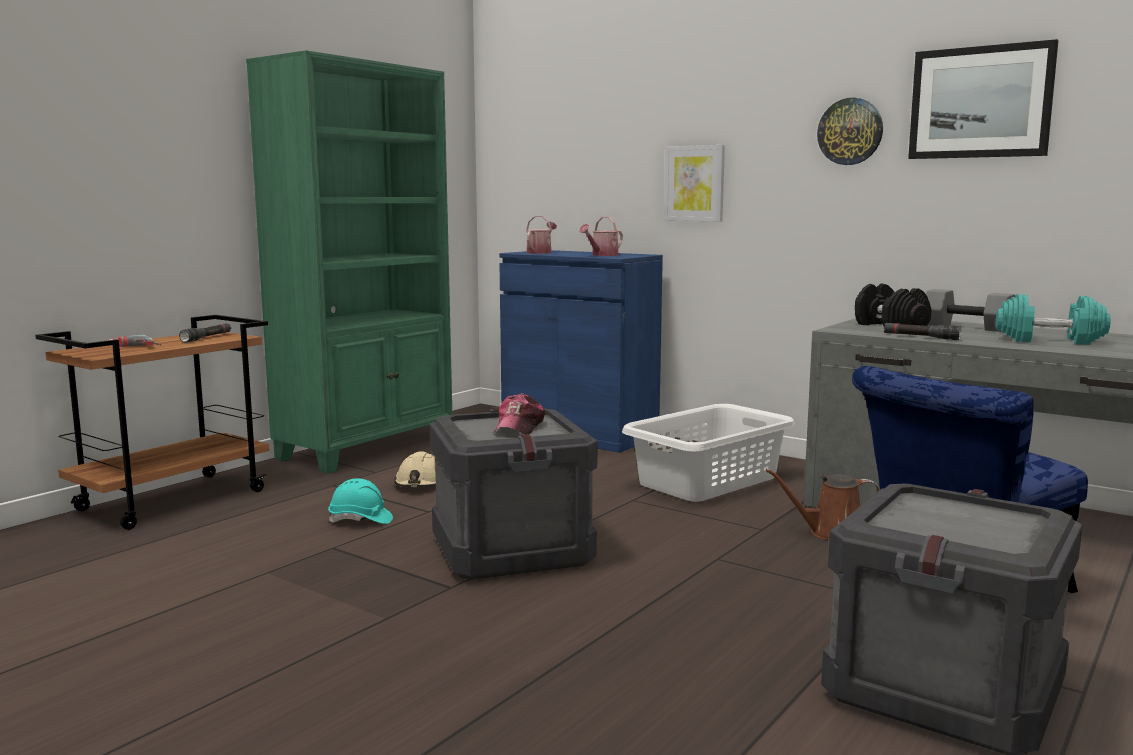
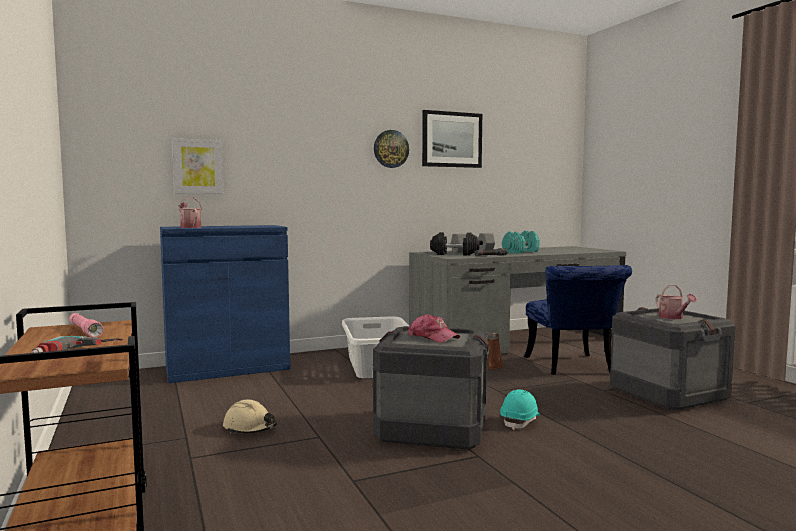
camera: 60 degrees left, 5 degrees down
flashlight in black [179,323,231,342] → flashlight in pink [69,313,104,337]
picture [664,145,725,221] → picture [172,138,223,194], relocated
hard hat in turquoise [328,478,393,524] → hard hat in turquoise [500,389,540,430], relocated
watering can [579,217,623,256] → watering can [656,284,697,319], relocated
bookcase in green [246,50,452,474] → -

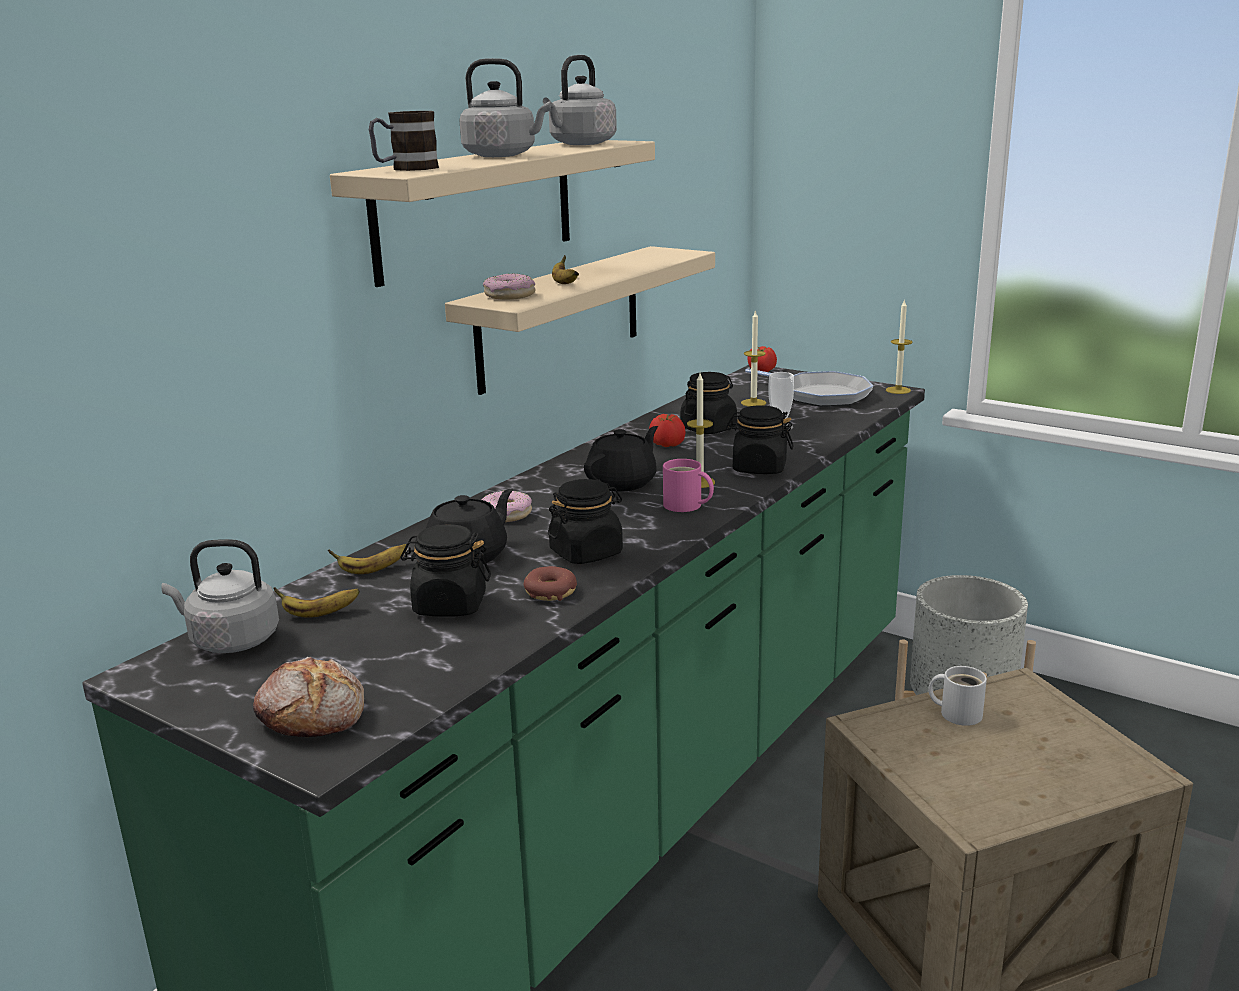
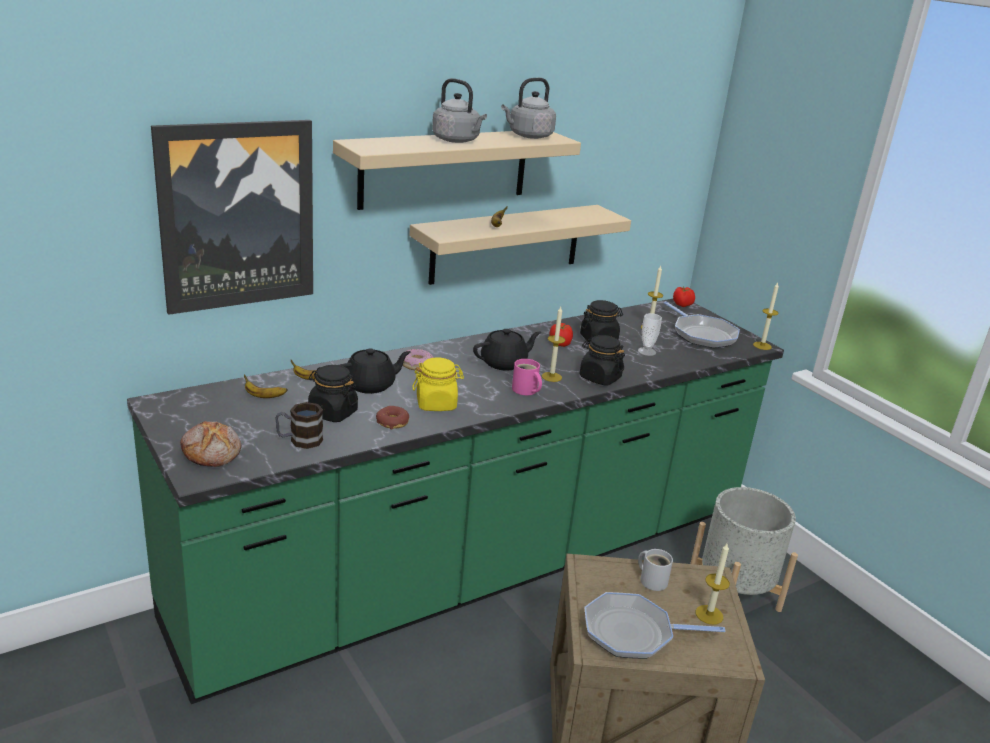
camera: 20 degrees right, 5 degrees up
- → picture [151,120,313,315]
mug [369,111,439,171] → mug [275,402,323,449], relocated
jar in black [548,479,623,564] → jar in yellow [412,358,464,411]
- → frying pan [584,592,725,659]
- → candle [696,543,730,625]
kettle in grey [161,539,279,653] → -
donut [483,273,536,300] → -

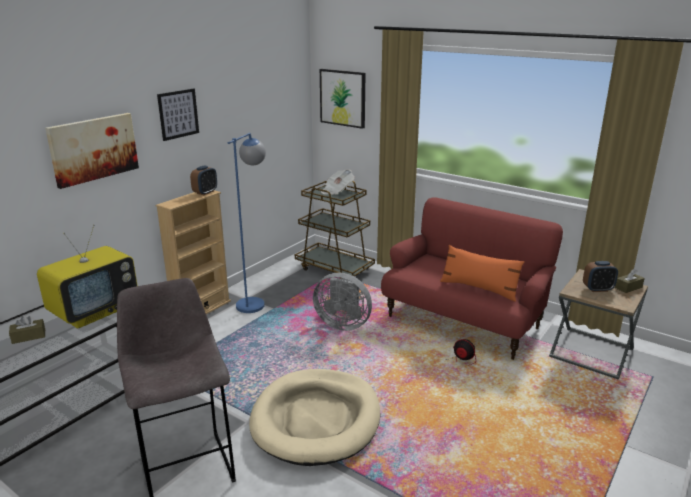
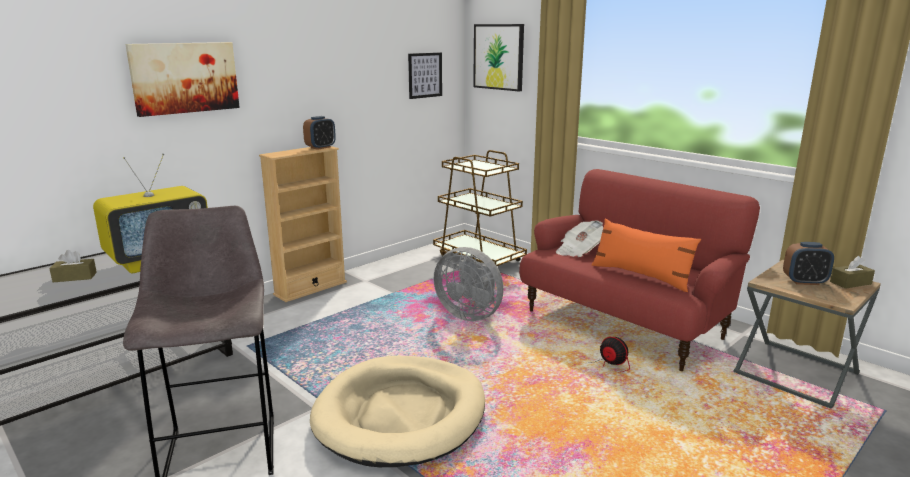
camera: 10 degrees right, 5 degrees down
picture [157,89,199,141] → picture [408,52,442,99], relocated
newspaper [321,169,355,195] → newspaper [556,220,604,257], relocated
floor lamp in blue [228,133,266,313] → -

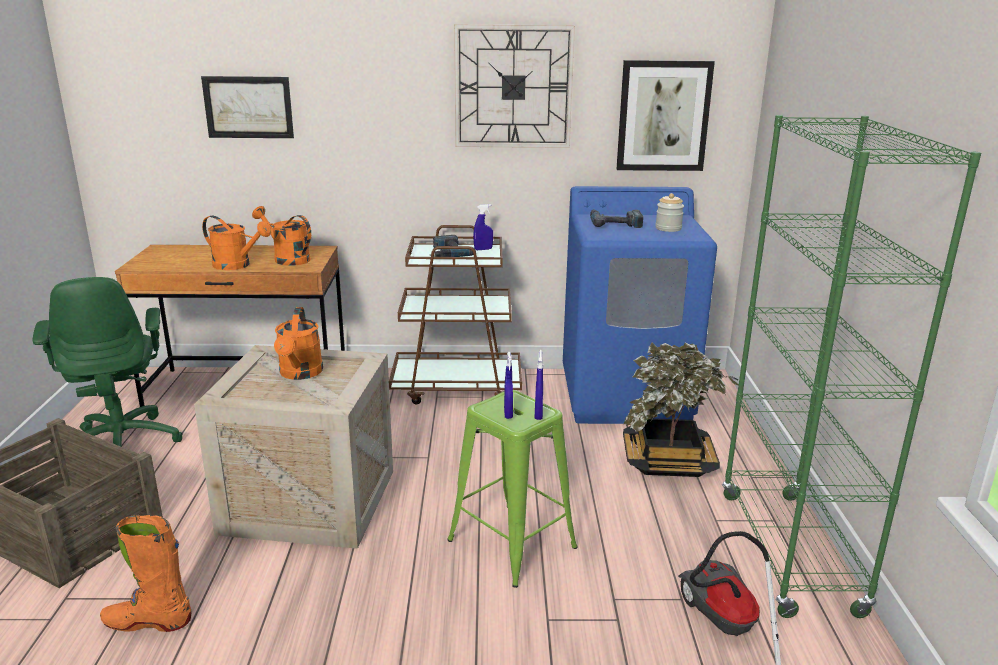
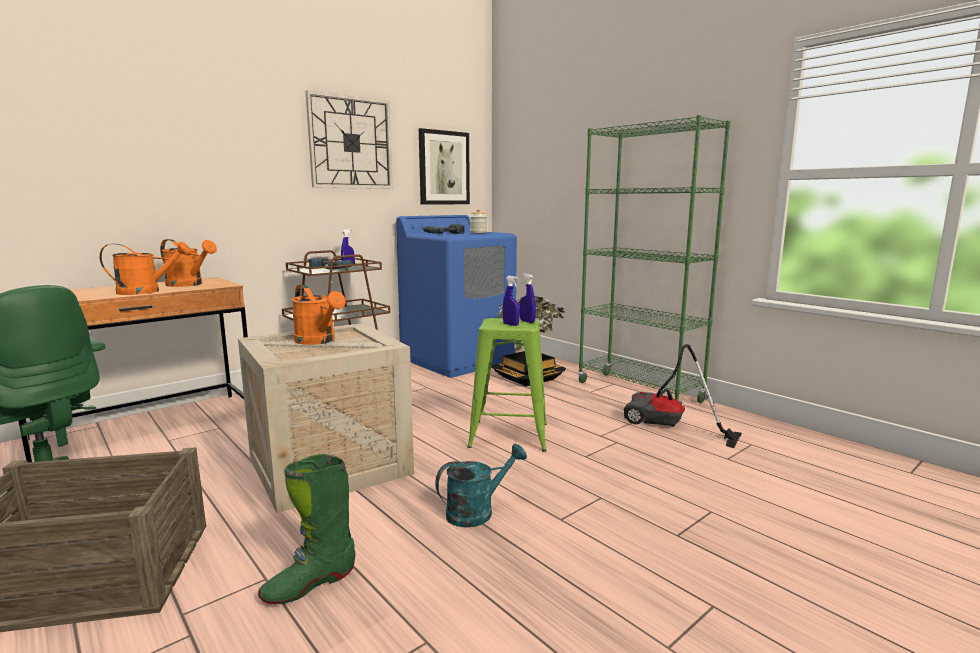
camera: 40 degrees left, 10 degrees down
watering can in orange [252,206,311,266] → watering can in orange [160,239,217,287], 150 degrees counterclockwise
boot in orange [100,515,192,632] → boot in green [258,454,356,604]
- → watering can in turquoise [435,444,527,528]
picture [201,76,294,138] → -

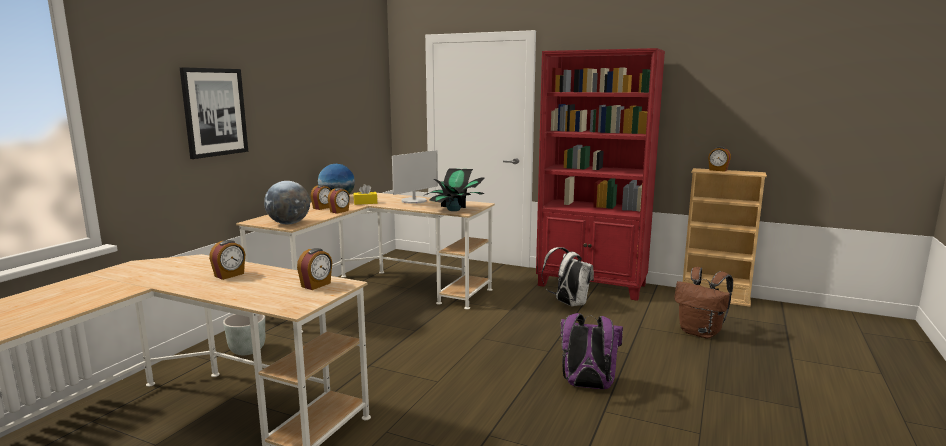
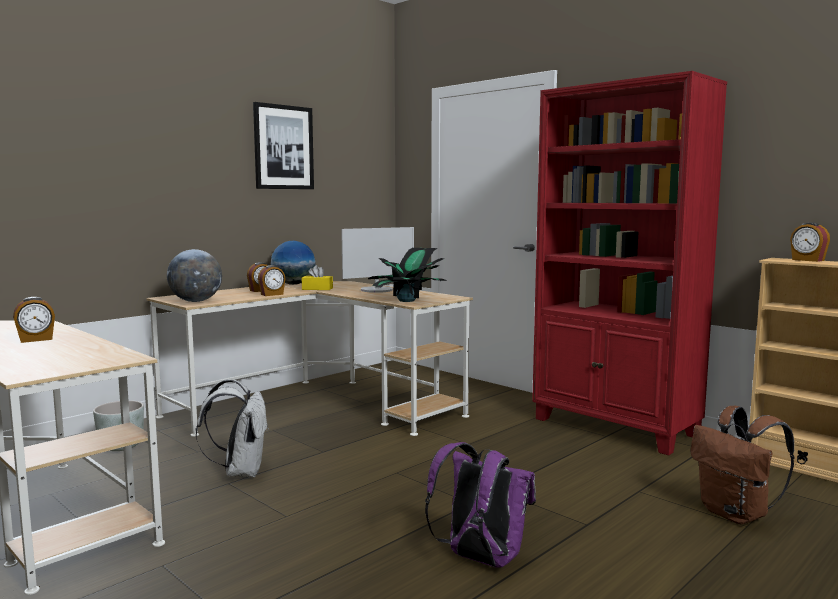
camera: 20 degrees right, 5 degrees down
backpack in white [541,247,594,306] → backpack in white [196,379,269,477], relocated
picture [180,67,248,159] → picture [253,102,314,189], relocated
alarm clock [297,248,332,290] → -

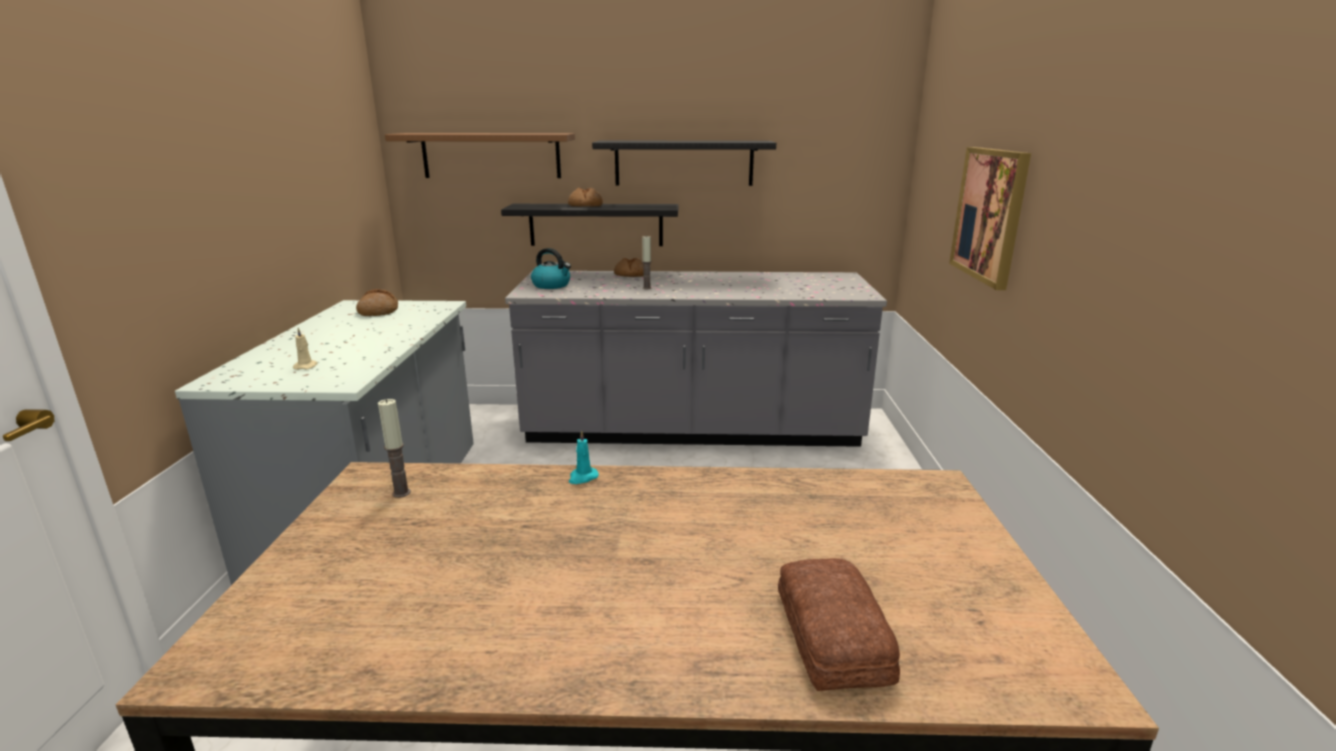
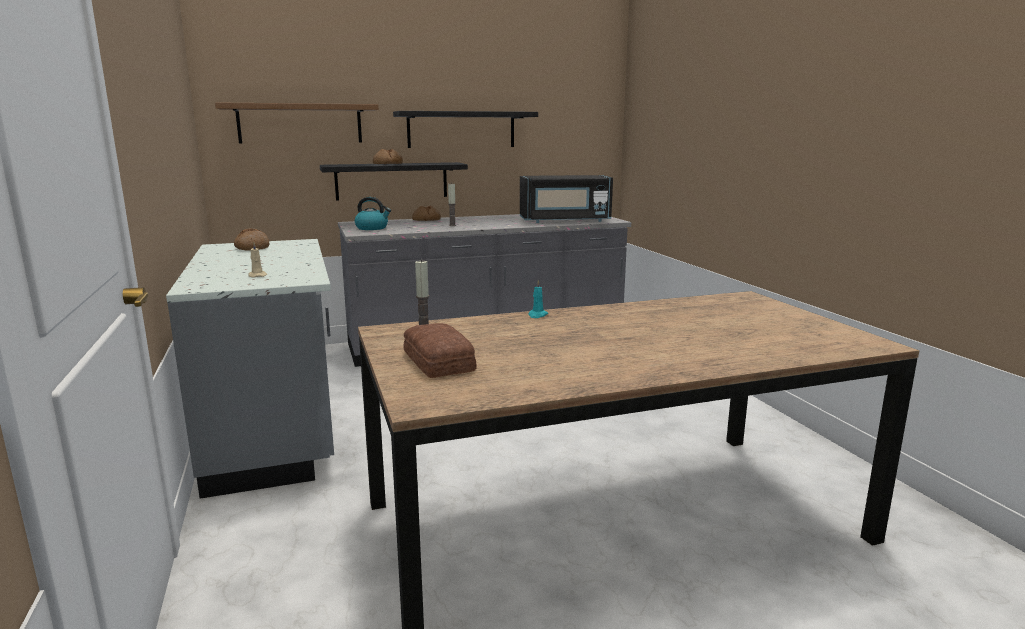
camera: 20 degrees left, 5 degrees down
bread [778,558,900,691] → bread [403,323,476,378], relocated
- → microwave in black [520,175,613,223]
picture [949,147,1031,290] → -

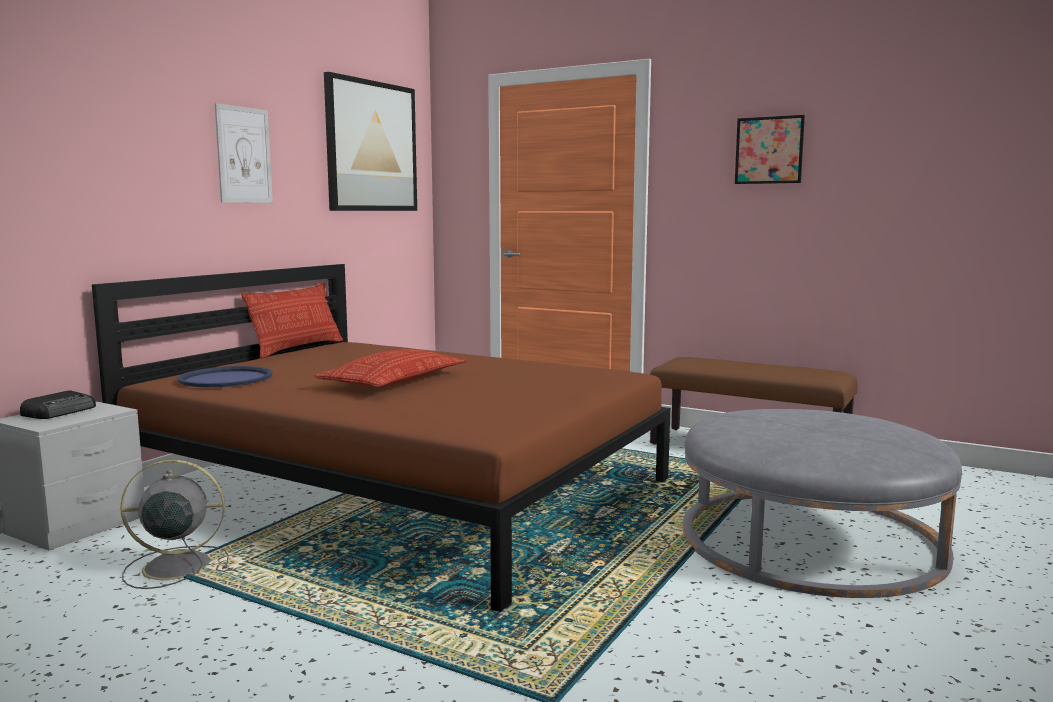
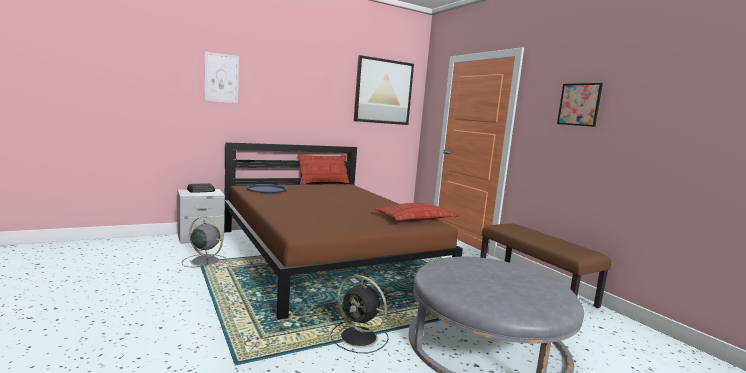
camera: 30 degrees right, 0 degrees up
picture [215,103,273,203] → picture [204,52,239,103], relocated
- → fan in black [330,275,389,353]
pillow [314,349,467,387] → pillow [375,203,459,221], relocated

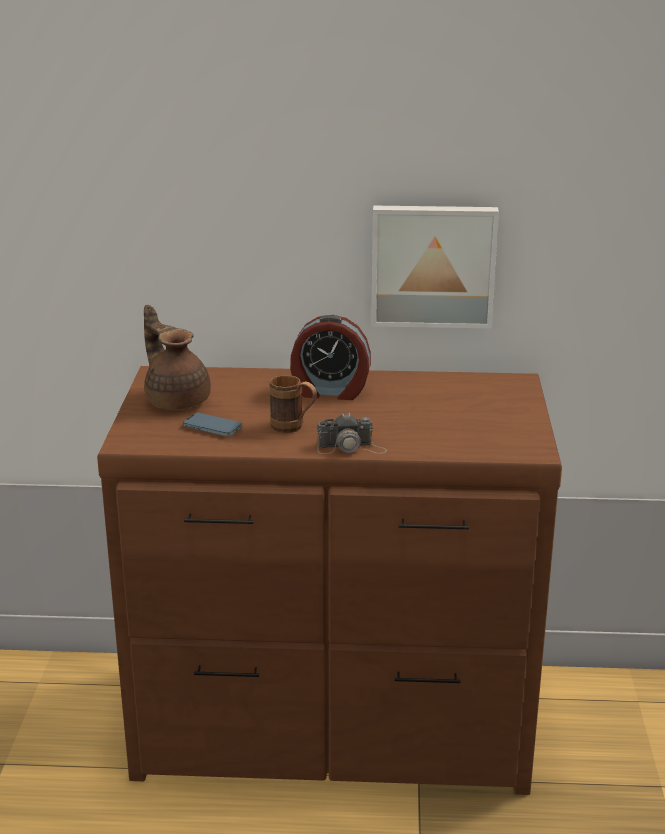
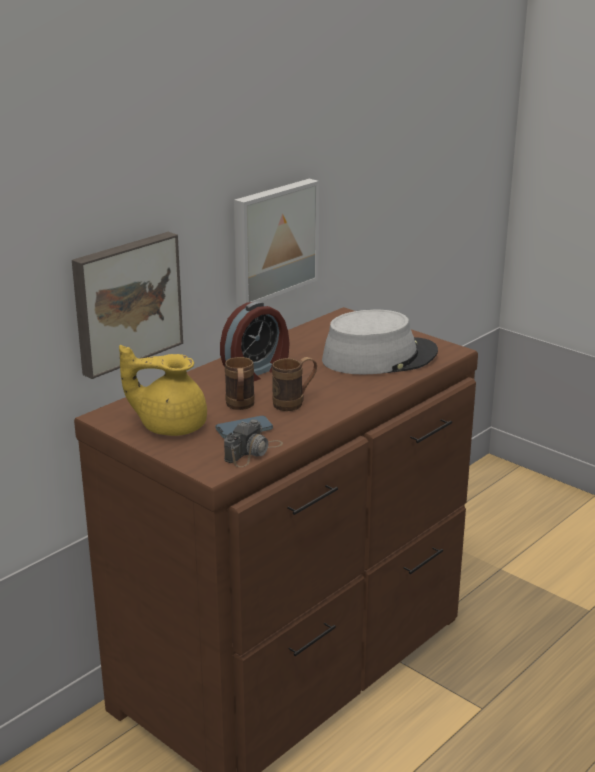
camera: 50 degrees left, 0 degrees up
- → picture [72,232,183,379]
teapot in brown [144,305,211,410] → teapot in yellow [119,345,207,436]
photo camera [317,413,387,454] → photo camera [224,419,283,467], relocated
- → mug in brown [225,357,255,410]
- → hat in grey [322,309,438,375]

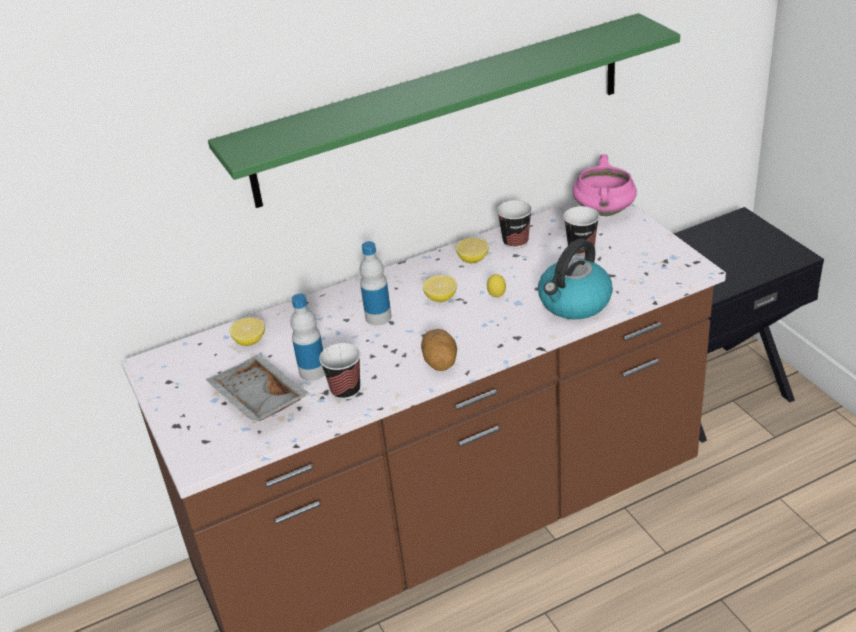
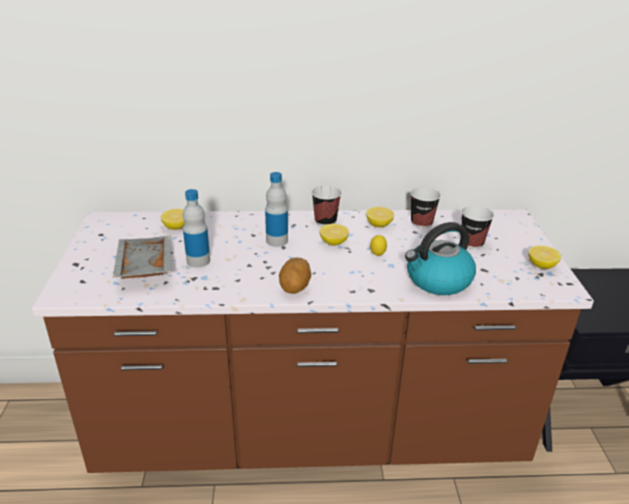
camera: 20 degrees right, 5 degrees down
cup [319,343,360,400] → cup [311,186,342,226], relocated
- → lemon [529,246,561,269]
shelf in green [208,13,680,208] → -
cooking pot in pink [572,154,637,216] → -

